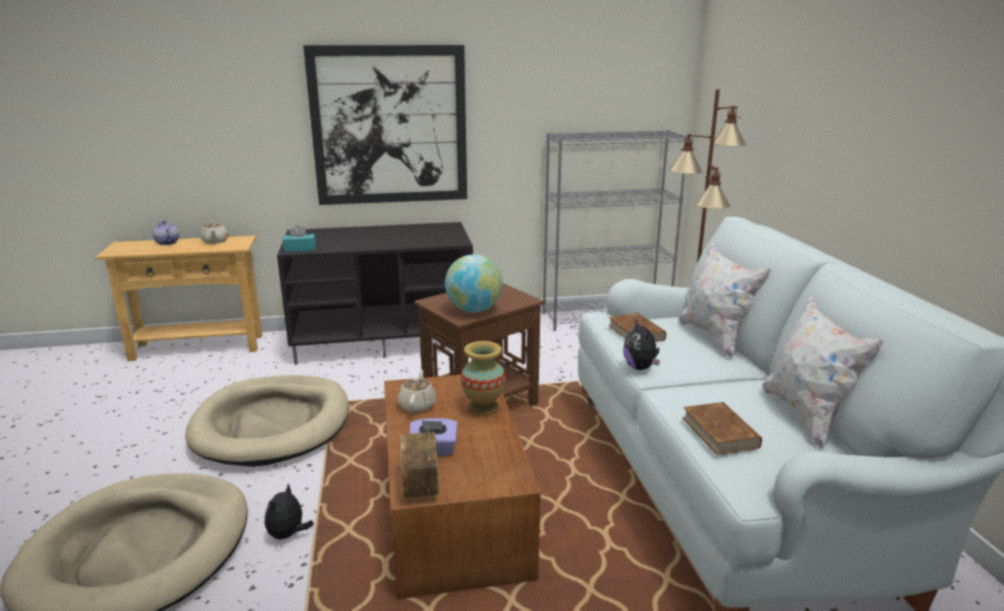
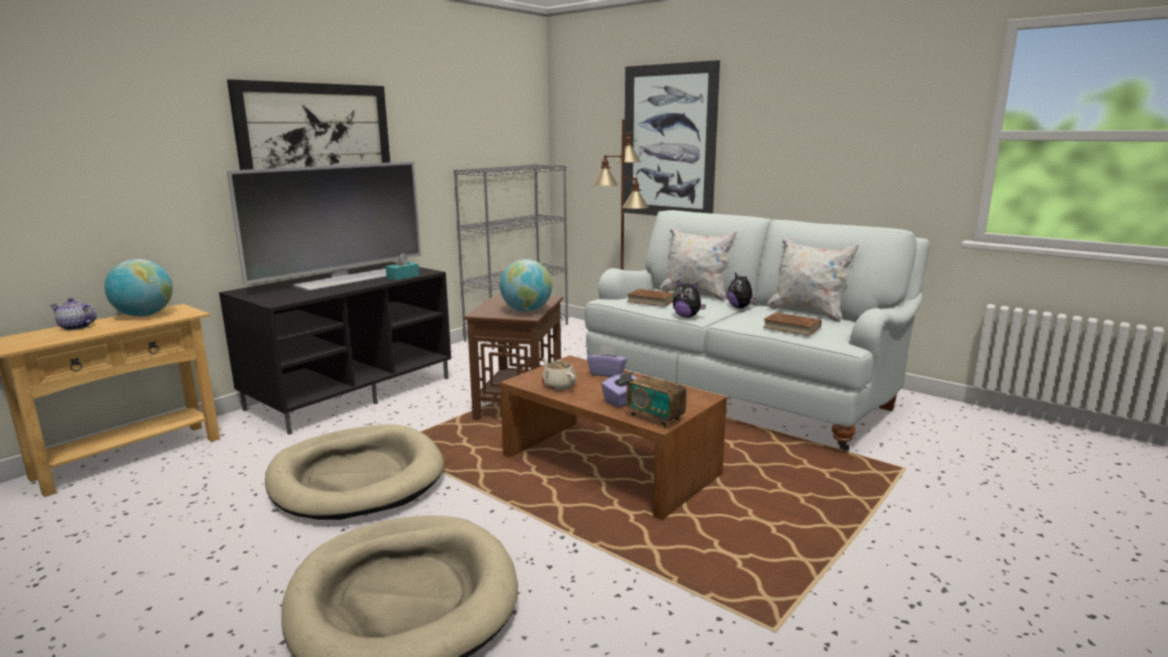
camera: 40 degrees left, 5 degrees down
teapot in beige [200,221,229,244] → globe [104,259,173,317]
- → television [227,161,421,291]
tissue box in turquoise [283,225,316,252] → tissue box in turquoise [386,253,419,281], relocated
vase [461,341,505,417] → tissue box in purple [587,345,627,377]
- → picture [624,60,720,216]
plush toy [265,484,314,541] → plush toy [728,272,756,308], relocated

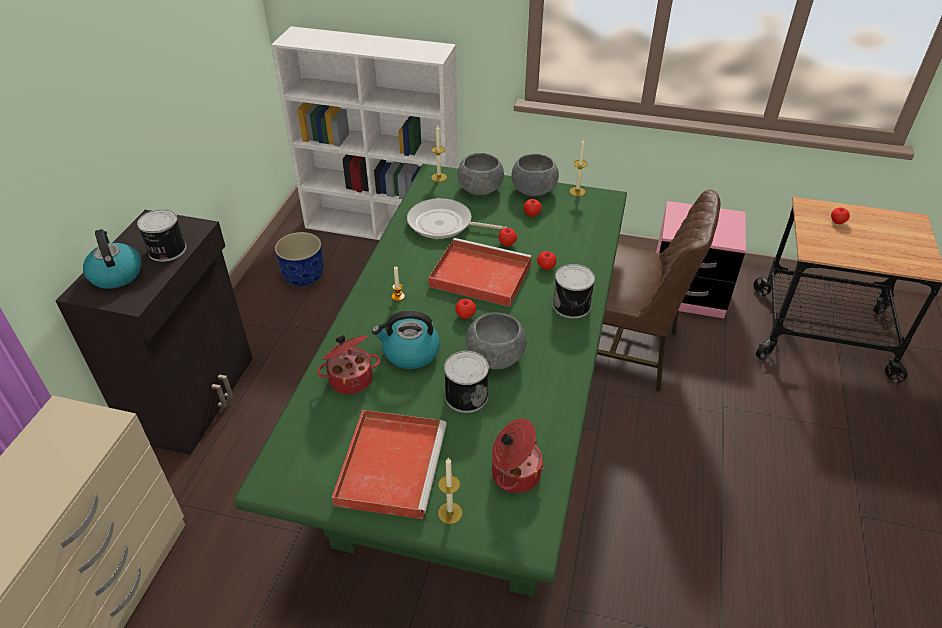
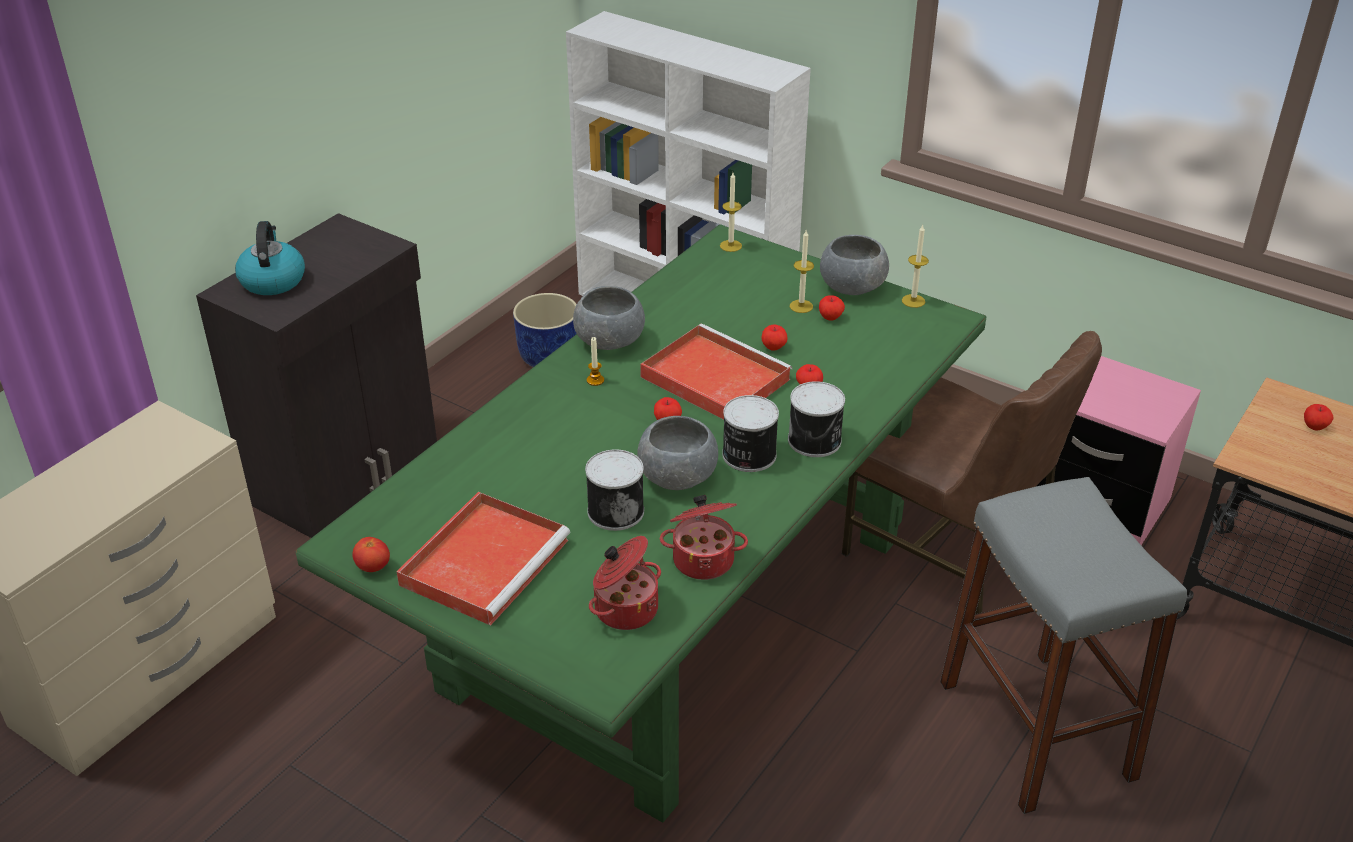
camera: 20 degrees right, 5 degrees down
- → tomato [352,537,390,572]
bowl in grey [457,153,504,195] → bowl in grey [573,286,645,350], relocated
cooking pot [317,335,380,395] → cooking pot [660,495,748,580], relocated
can [137,209,186,262] → can [722,395,779,472], relocated
candle [438,458,463,524] → candle [790,230,814,313], relocated
- → stool in grey [940,477,1187,814]
kettle [372,311,440,369] → -
frying pan [407,198,507,239] → -

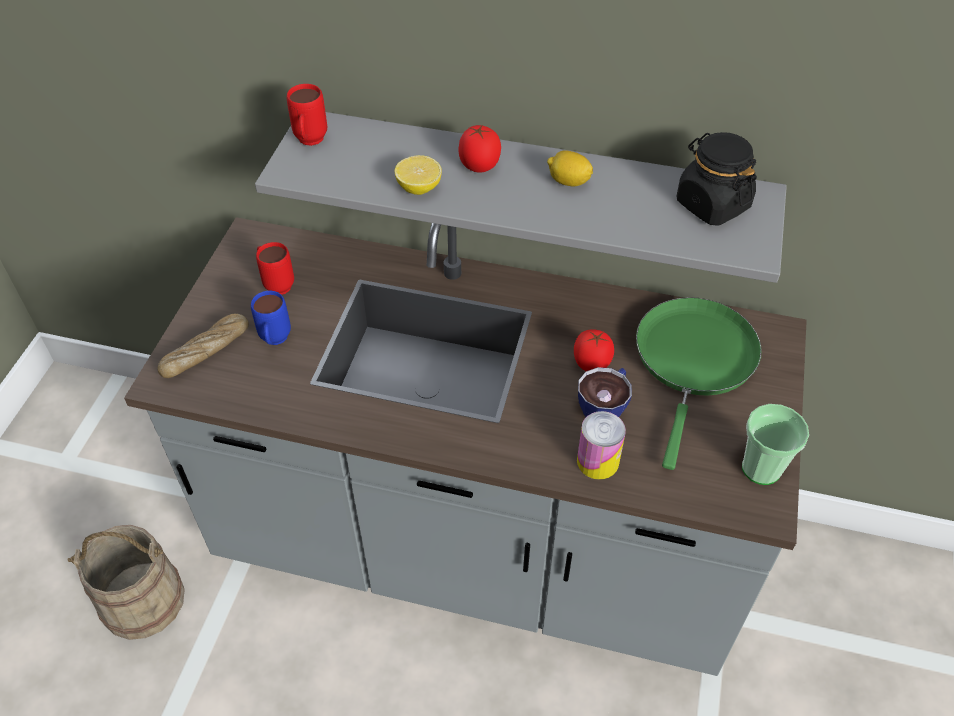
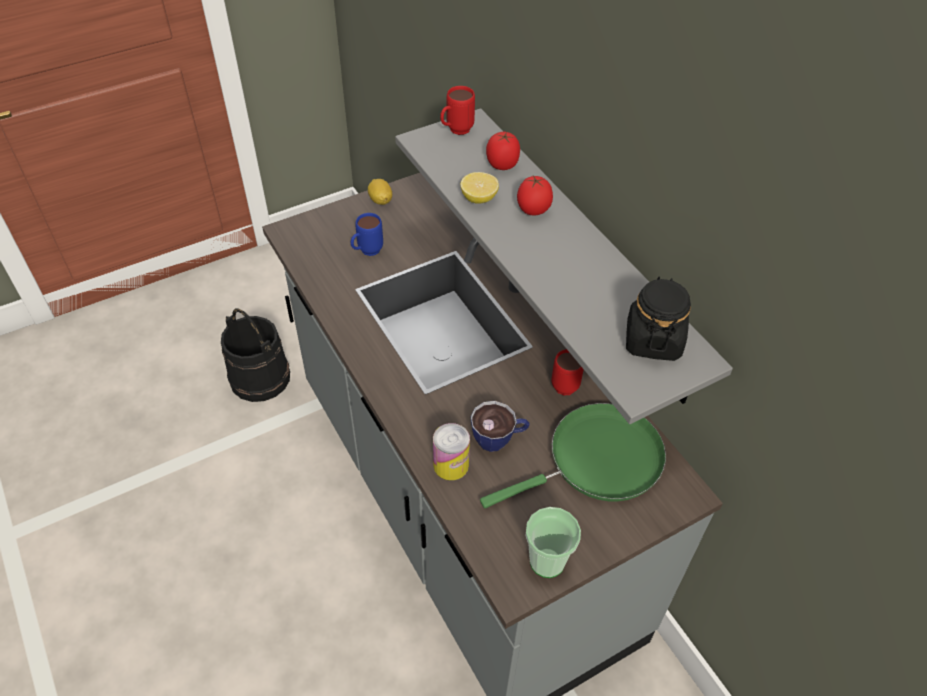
camera: 45 degrees right, 0 degrees up
bucket in beige [68,525,185,640] → bucket in black [221,308,290,402]
lemon [547,151,593,187] → lemon [368,179,392,205], relocated
tomato [574,329,614,371] → tomato [486,132,520,170], relocated
mug in red [256,242,294,295] → mug in red [551,349,584,395], relocated
bread [158,313,249,378] → -

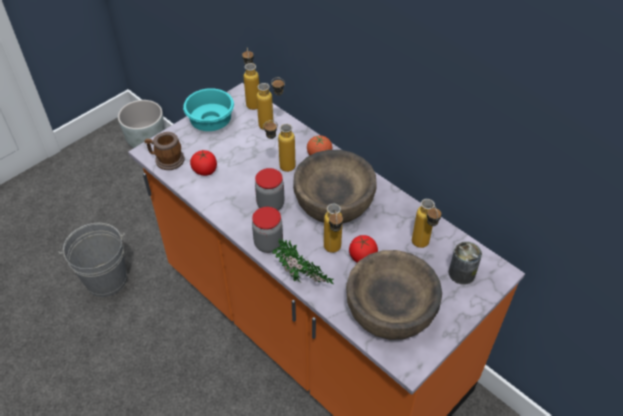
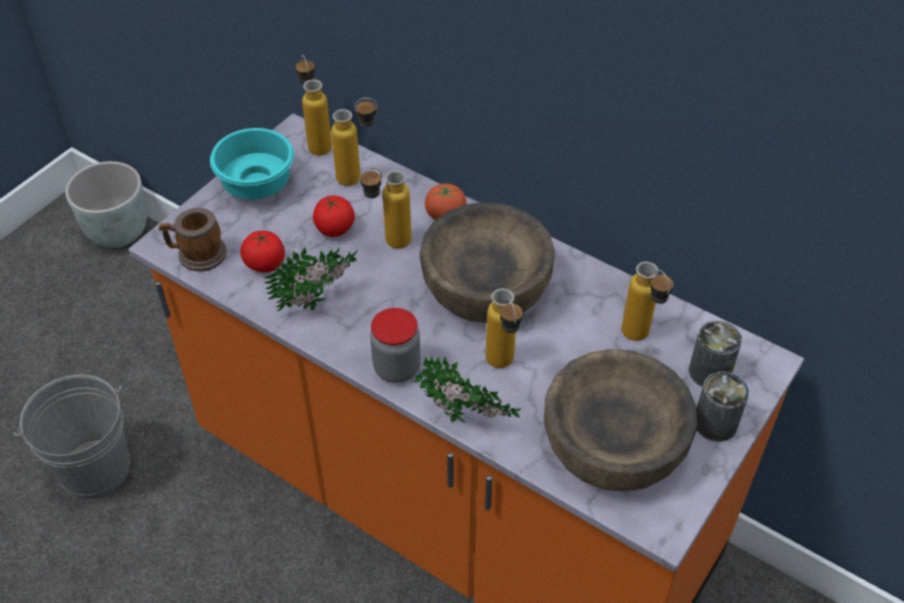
camera: 10 degrees left, 0 degrees up
- → potted plant [264,247,357,311]
tomato [349,235,378,263] → tomato [313,196,355,237], relocated
- → can [696,371,749,442]
jar [255,168,284,211] → -

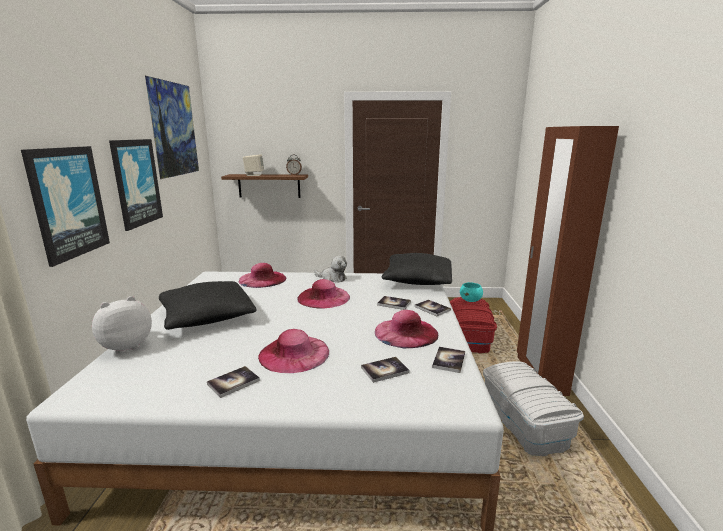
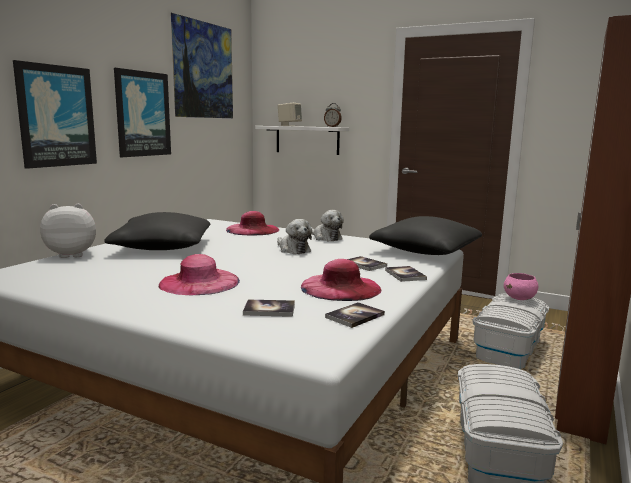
camera: 25 degrees right, 5 degrees down
shelf in brown [221,174,308,198] → shelf in white [255,126,349,155]
hat in pink [297,279,350,309] → plush toy [277,219,312,254]
storage box in red [450,297,497,353] → storage box in white [473,293,549,369]
bowl in turquoise [460,282,483,302] → bowl in pink [504,273,538,300]
book [207,366,260,398] → -

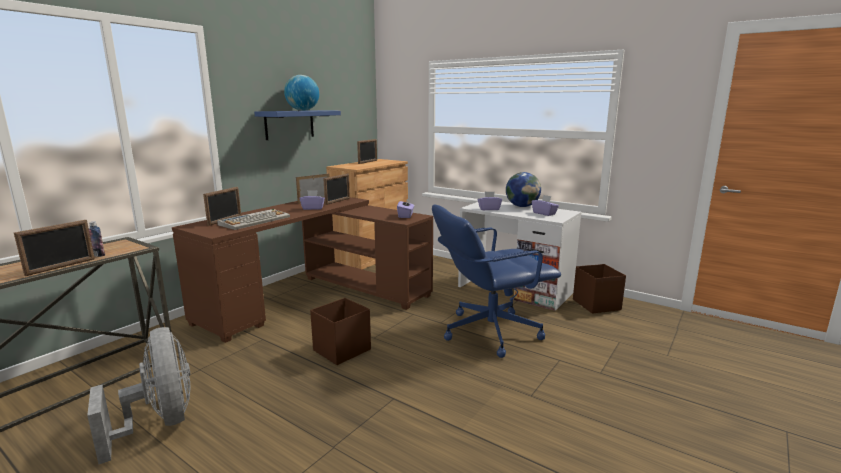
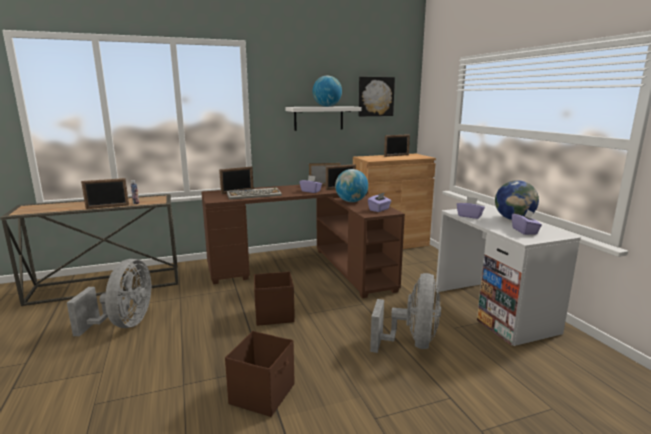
camera: 35 degrees right, 0 degrees up
storage box in brown [573,264,626,314] → storage box in brown [225,331,295,417], relocated
shelf in blue [254,110,341,140] → shelf in white [286,106,362,131]
- → globe [335,169,368,202]
- → picture [358,77,395,116]
office chair in blue [432,205,561,358] → fan in grey [370,273,441,353]

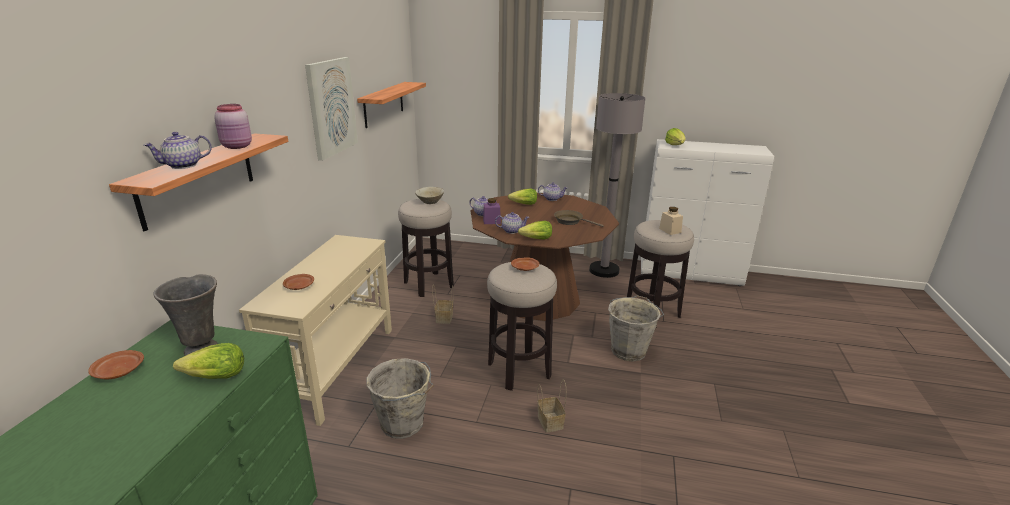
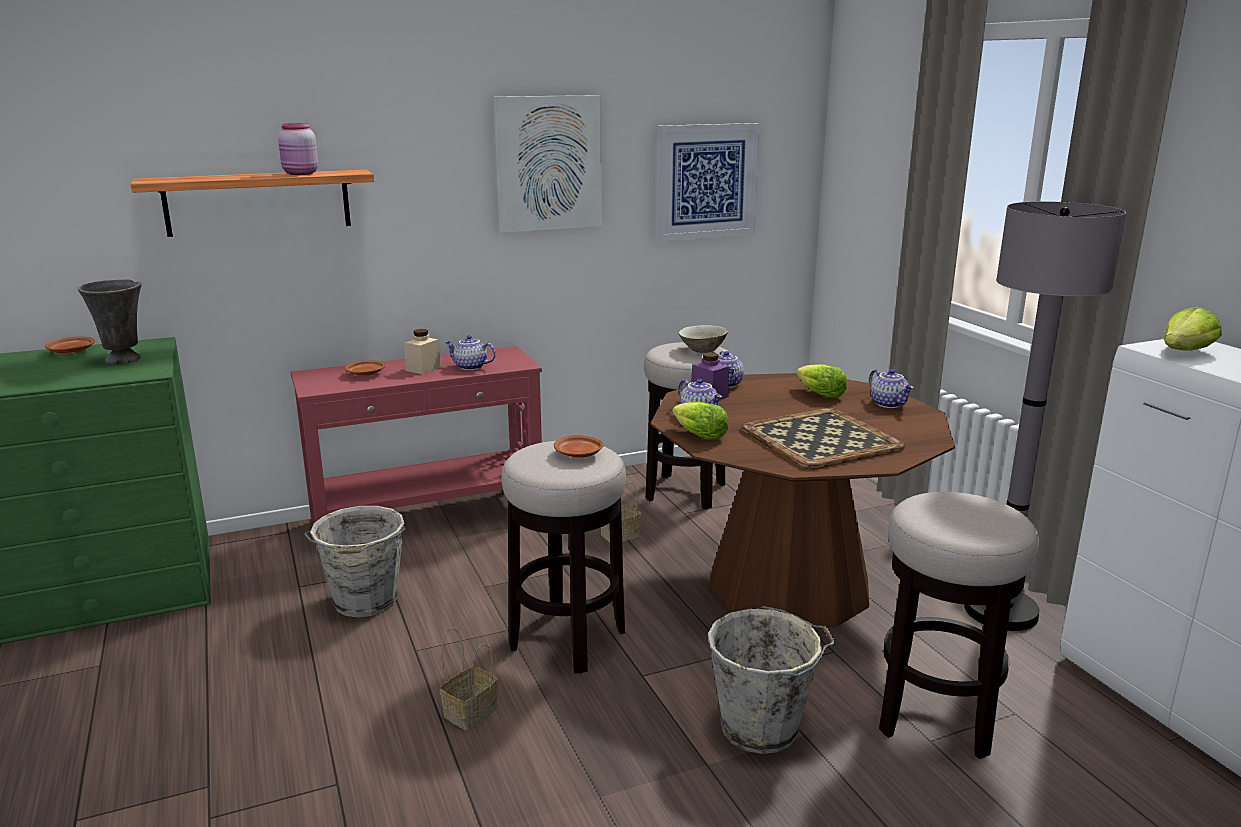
camera: 55 degrees right, 5 degrees down
console table in beige [239,235,392,426] → console table in red [291,346,542,524]
jar in beige [659,207,683,235] → jar in beige [405,329,441,374], relocated
teapot [144,132,212,169] → teapot [445,335,496,370], relocated
shelf [357,82,426,128] → picture [656,123,760,242]
frying pan in brown [554,210,604,227] → tray [741,408,905,469]
lettuce [173,343,244,379] → -

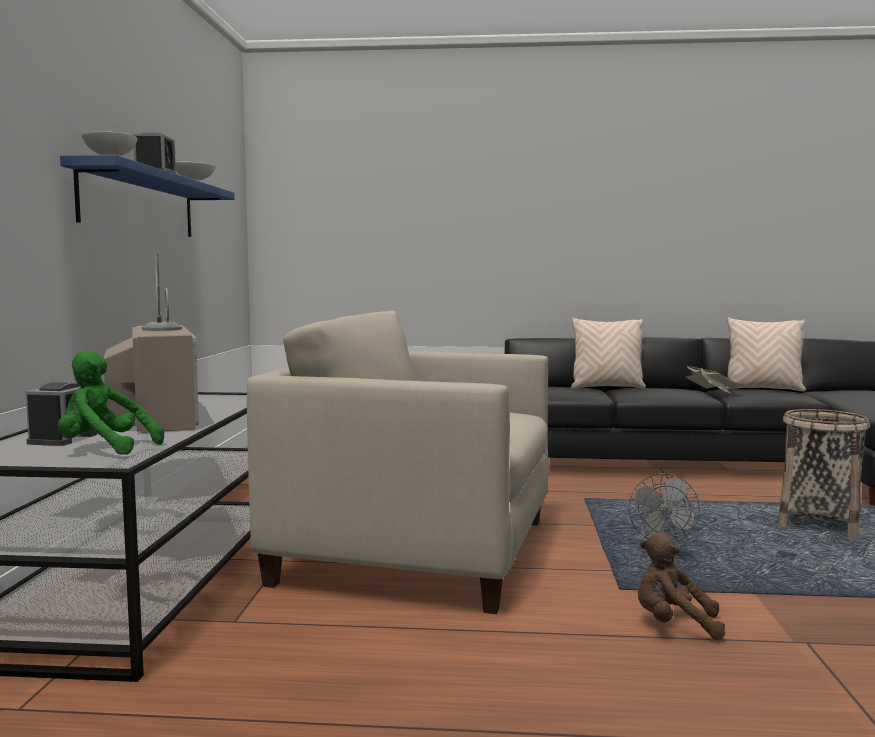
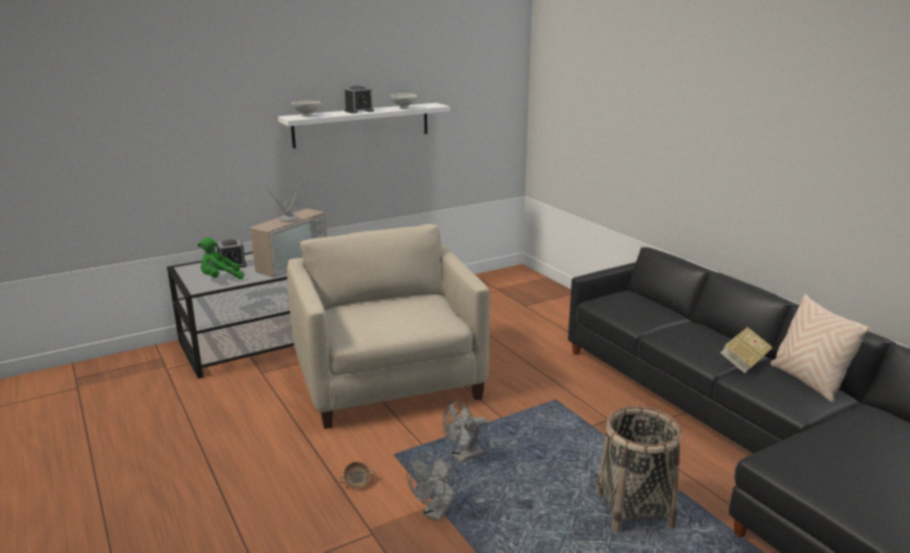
camera: 55 degrees right, 15 degrees up
plush toy in green [58,350,164,455] → plush toy in green [198,237,244,280], 90 degrees counterclockwise
shelf in blue [60,155,235,237] → shelf in white [278,103,450,148]
plush toy in brown [638,533,725,640] → bowl [339,461,375,488]
- → fan in grey [407,454,457,521]
pillow in beige [571,318,646,389] → -

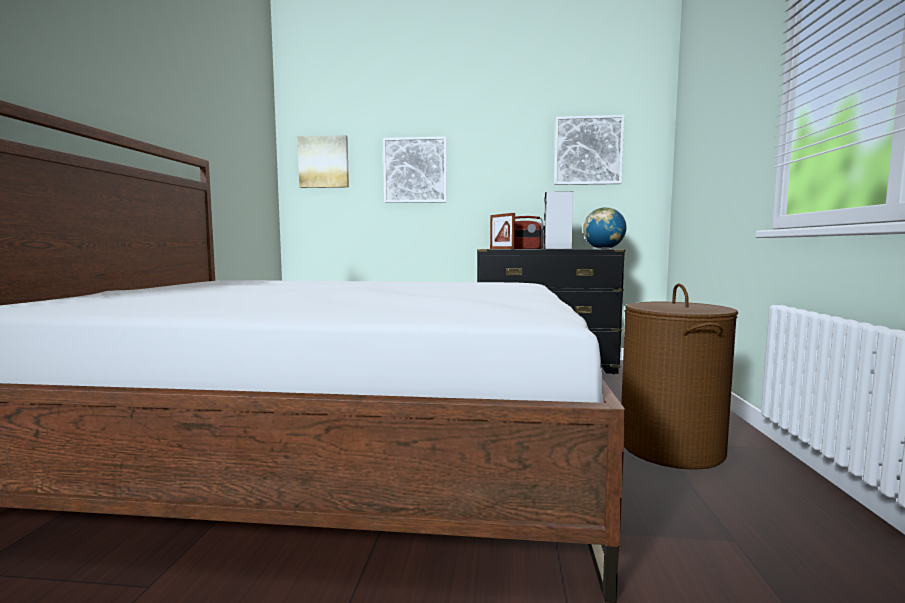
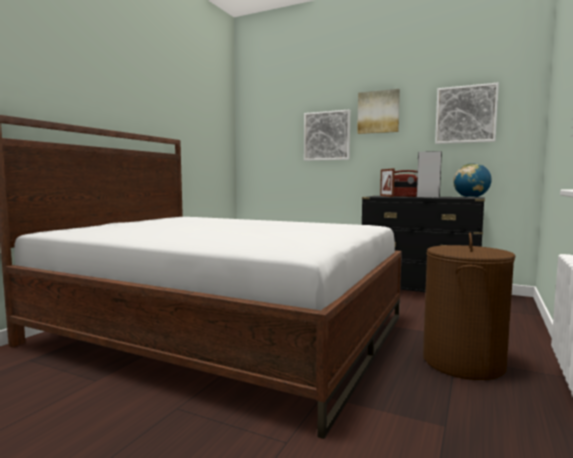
camera: 20 degrees right, 0 degrees up
picture [298,135,349,188] → picture [357,89,400,134], relocated

